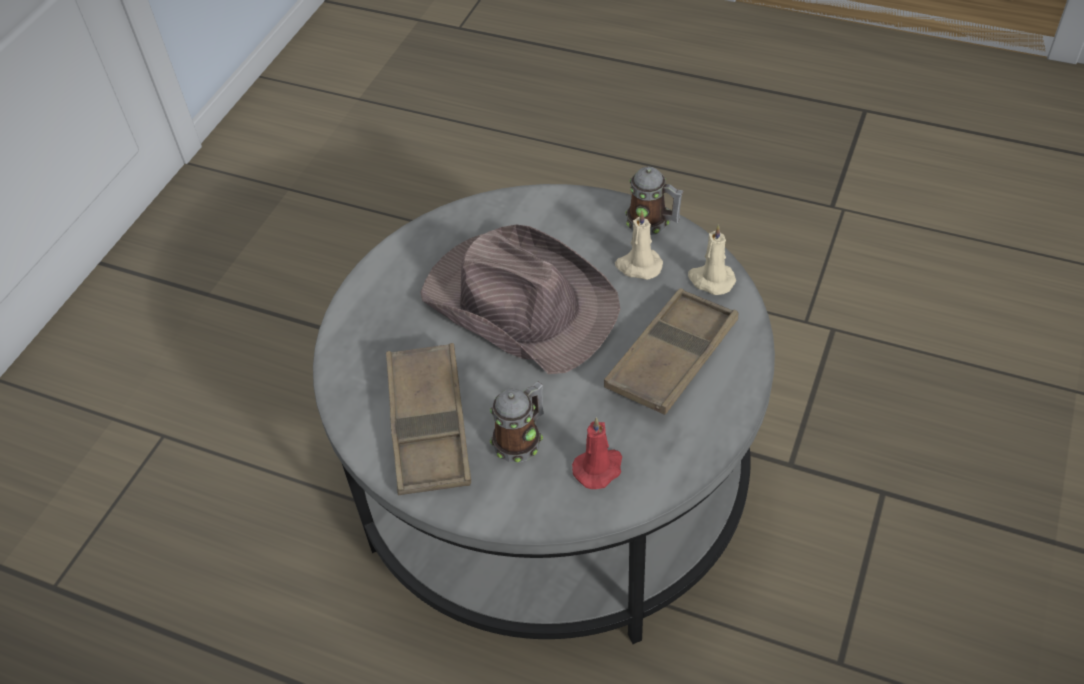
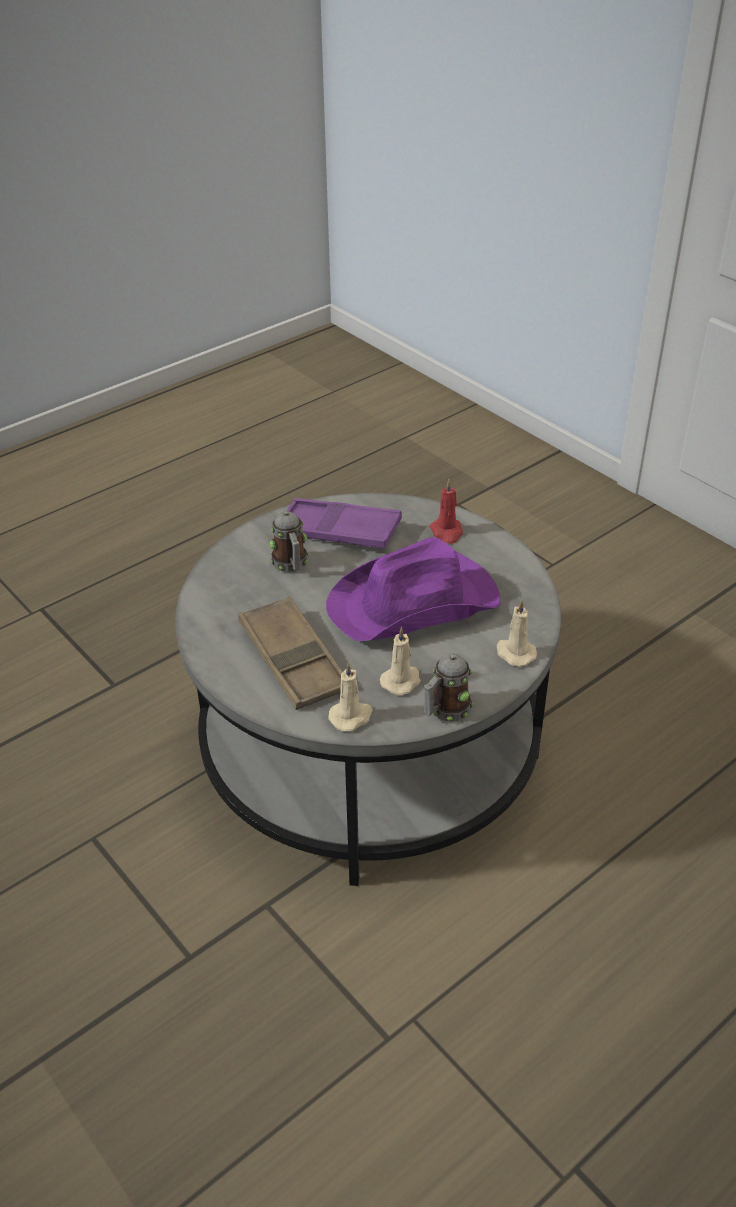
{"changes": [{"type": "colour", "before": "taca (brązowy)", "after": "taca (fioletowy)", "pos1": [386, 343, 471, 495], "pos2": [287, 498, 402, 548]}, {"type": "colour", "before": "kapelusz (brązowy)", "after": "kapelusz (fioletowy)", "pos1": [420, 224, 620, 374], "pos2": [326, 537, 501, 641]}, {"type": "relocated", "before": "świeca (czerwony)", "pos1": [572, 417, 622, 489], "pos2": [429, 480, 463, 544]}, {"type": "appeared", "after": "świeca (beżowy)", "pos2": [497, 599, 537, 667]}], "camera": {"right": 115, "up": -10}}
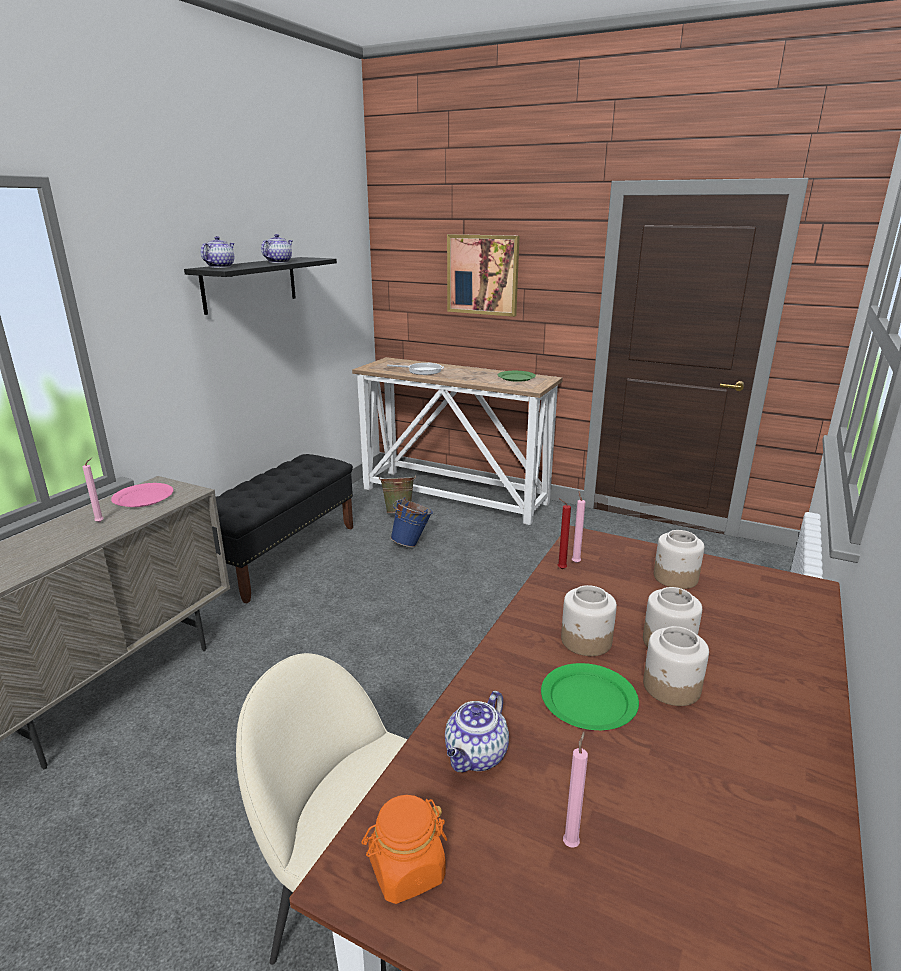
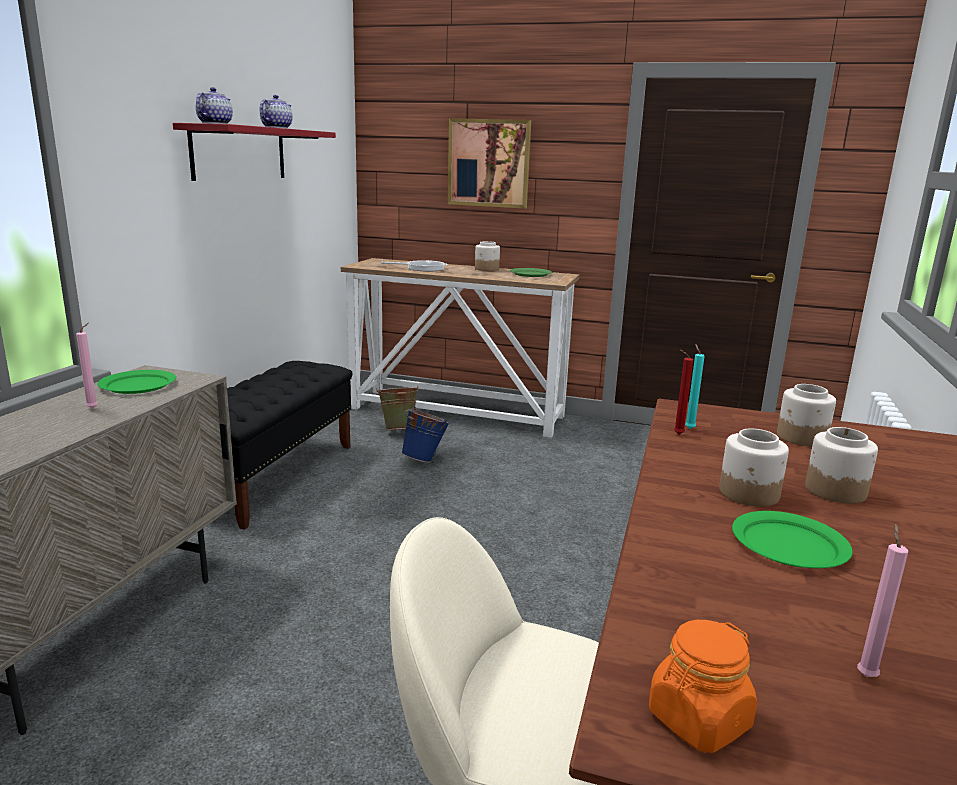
{"changes": [{"type": "colour", "before": "talerz (różowy)", "after": "talerz (zielony)", "pos1": [111, 483, 173, 507], "pos2": [98, 370, 176, 394]}, {"type": "colour", "before": "półka (czarny)", "after": "półka (czerwony)", "pos1": [184, 257, 337, 315], "pos2": [173, 123, 336, 181]}, {"type": "relocated", "before": "słoik", "pos1": [643, 626, 709, 706], "pos2": [475, 241, 500, 271]}, {"type": "colour", "before": "świeca (różowy)", "after": "świeca (turkusowy)", "pos1": [572, 491, 585, 563], "pos2": [685, 344, 705, 429]}, {"type": "missing", "before": "imbryk", "pos1": [445, 691, 509, 772]}], "camera": {"right": -10, "up": -5}}
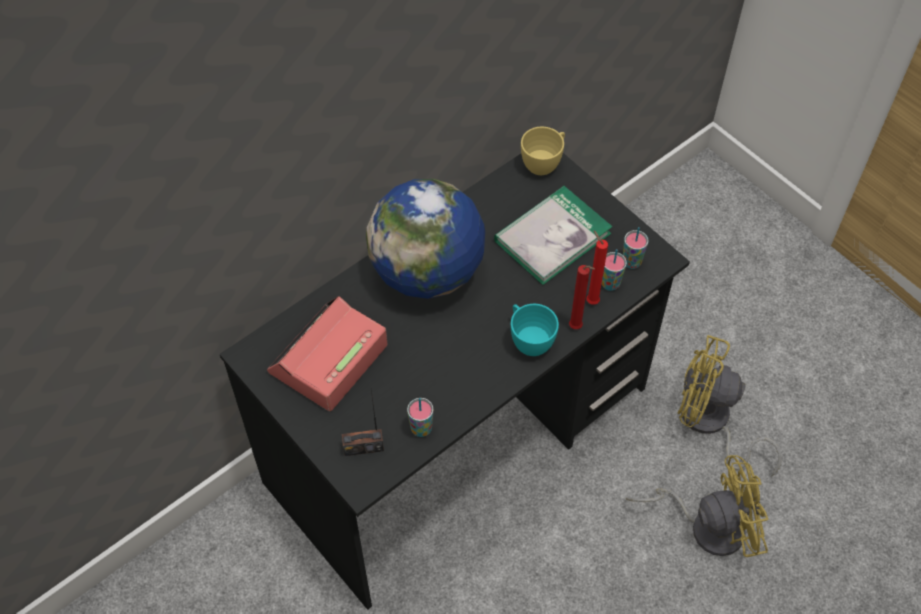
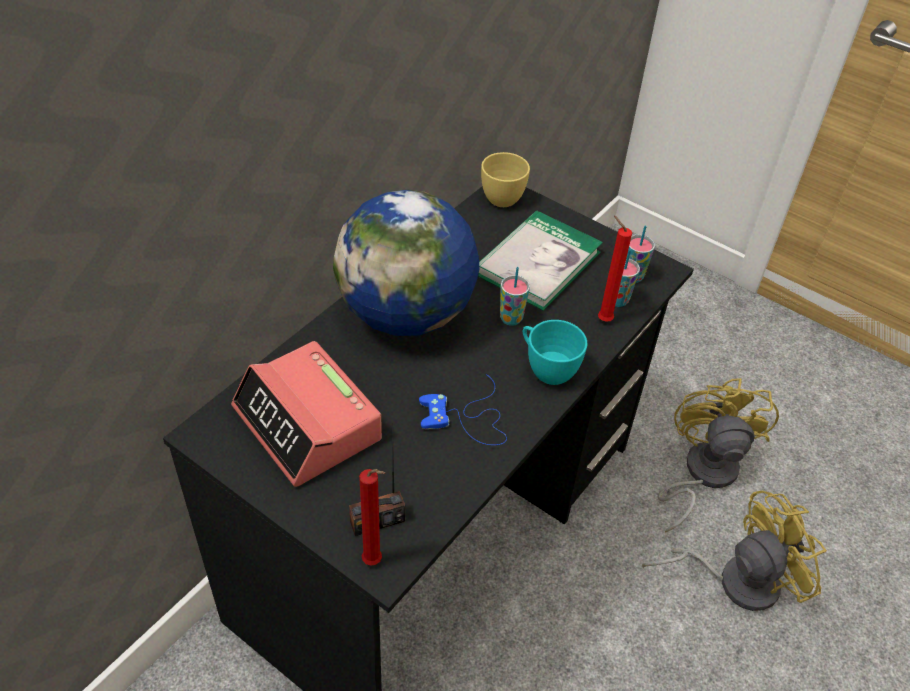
{"changes": [{"type": "spun", "before": "budzik", "pos1": [267, 296, 387, 411], "pos2": [231, 341, 382, 487], "turn": -60}, {"type": "relocated", "before": "świeca (czerwony)", "pos1": [569, 265, 595, 329], "pos2": [359, 469, 385, 566]}, {"type": "appeared", "after": "pad do gier (niebieski)", "pos2": [419, 374, 507, 445]}, {"type": "relocated", "before": "filiżanka", "pos1": [407, 398, 434, 437], "pos2": [500, 267, 530, 326]}, {"type": "spun", "before": "wentylator (żółty)", "pos1": [678, 335, 782, 476], "pos2": [658, 378, 779, 533], "turn": 90}], "camera": {"right": -15, "up": -10}}
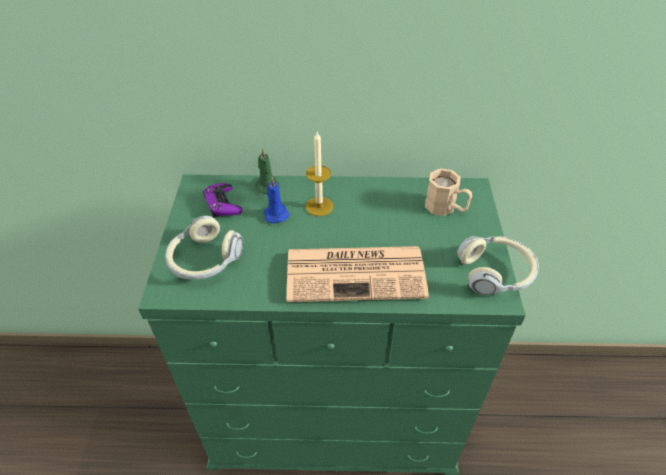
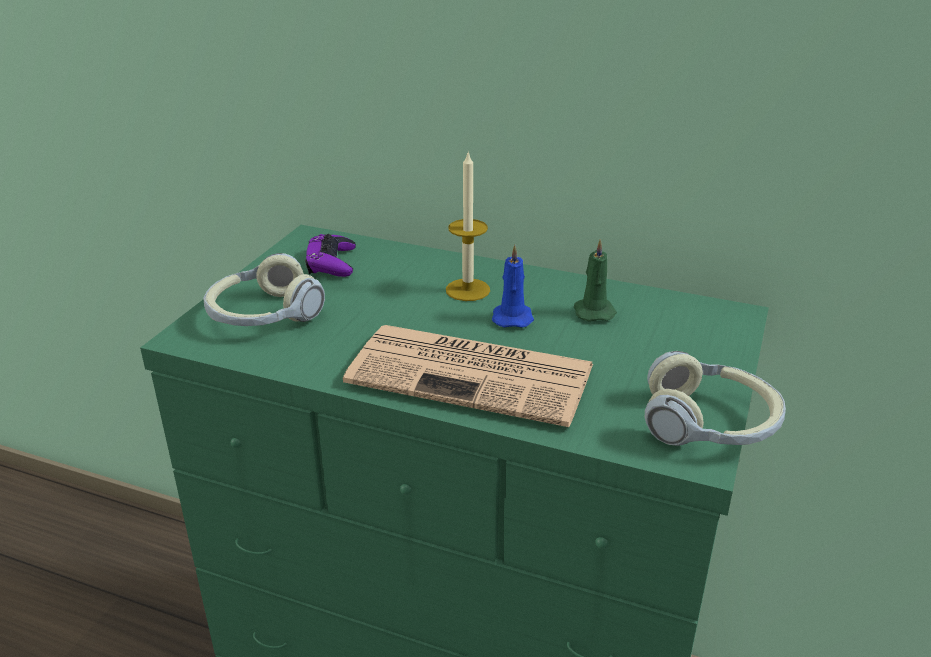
{"changes": [{"type": "relocated", "before": "świeca (niebieski)", "pos1": [264, 177, 290, 224], "pos2": [492, 245, 534, 328]}, {"type": "relocated", "before": "świeca (zielony)", "pos1": [255, 149, 280, 194], "pos2": [574, 239, 617, 322]}, {"type": "missing", "before": "kubek (beżowy)", "pos1": [425, 168, 472, 216]}], "camera": {"right": 20, "up": -15}}
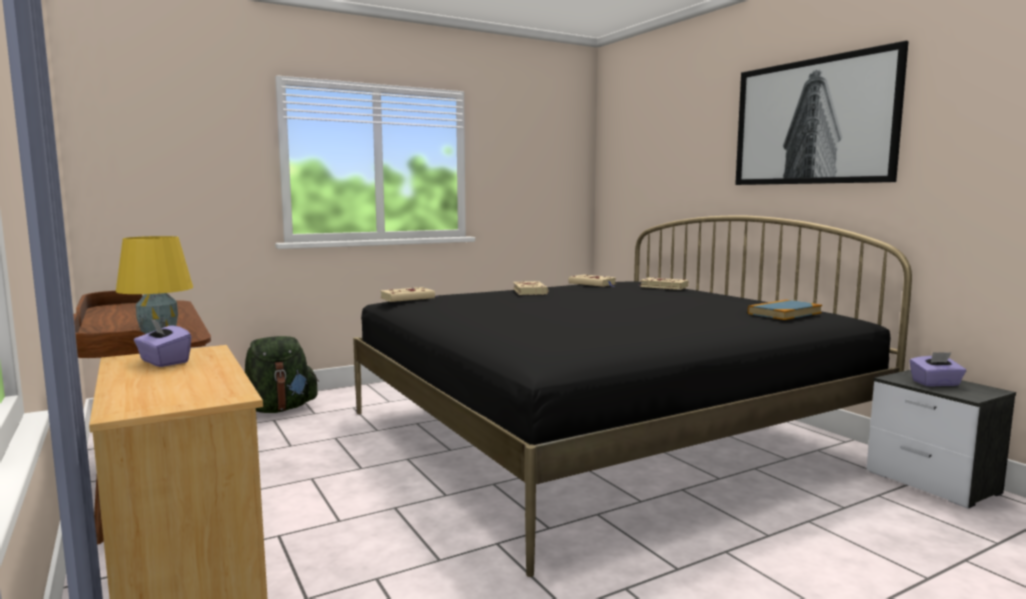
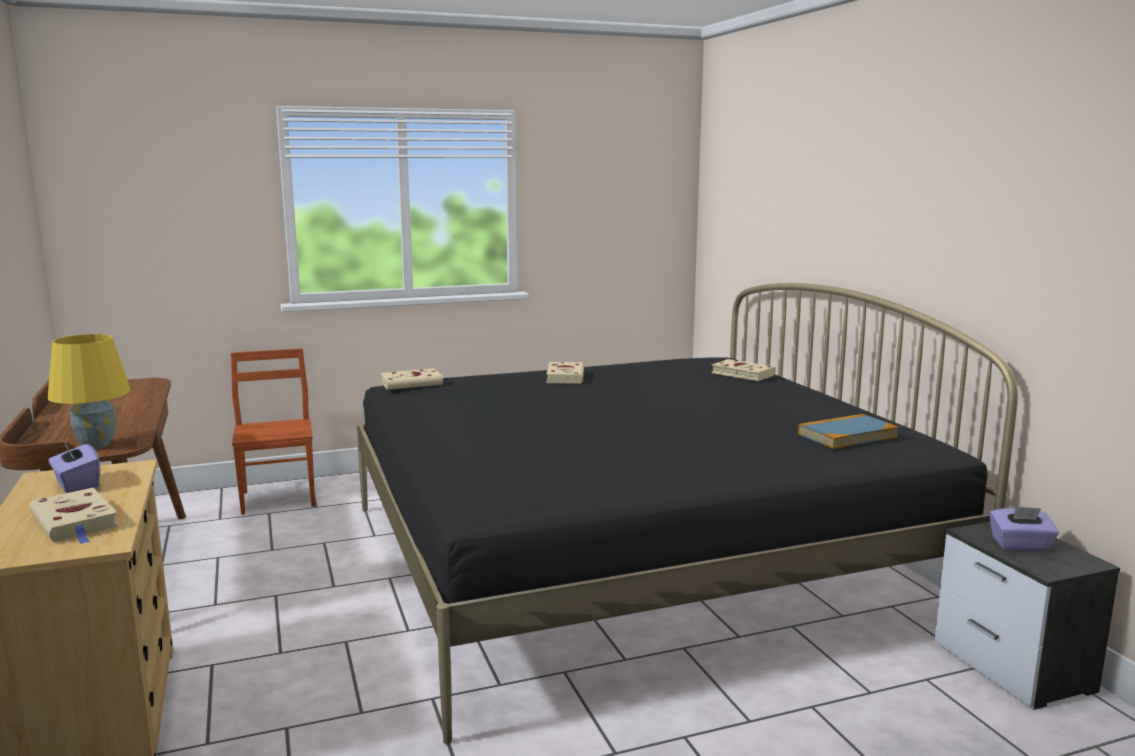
{"changes": [{"type": "relocated", "before": "książka (beżowy)", "pos1": [569, 275, 617, 287], "pos2": [30, 488, 119, 544]}, {"type": "exchanged", "before": "plecak (zielony)", "after": "krzesło (brązowy)", "pos1": [245, 336, 319, 413], "pos2": [231, 348, 315, 515]}, {"type": "missing", "before": "obraz", "pos1": [735, 41, 909, 185]}], "camera": {"right": 10, "up": 5}}
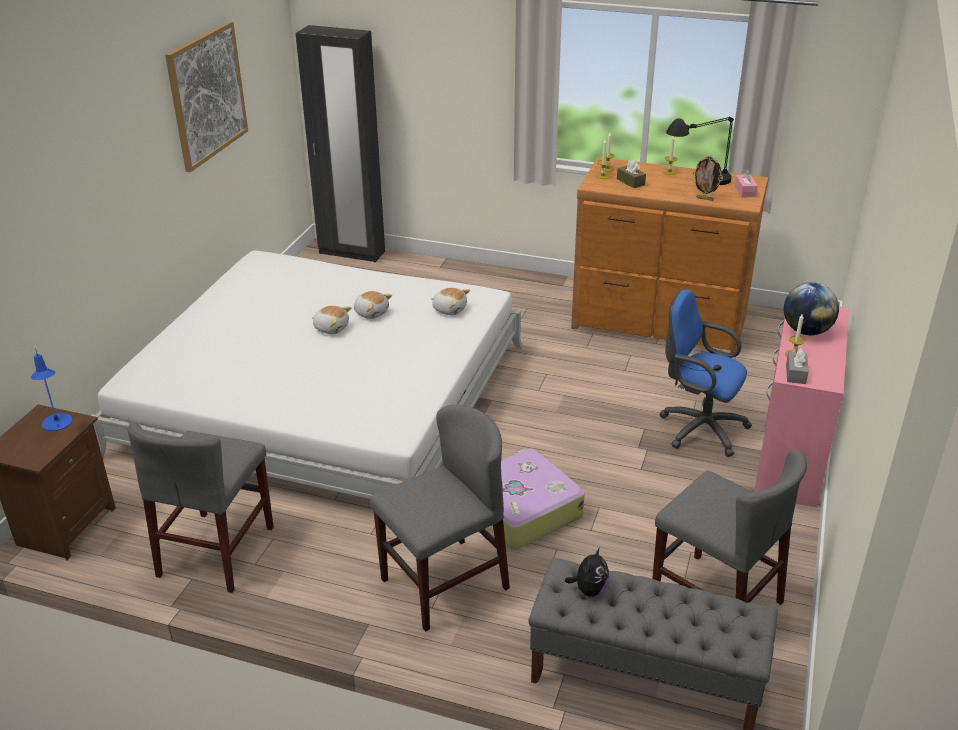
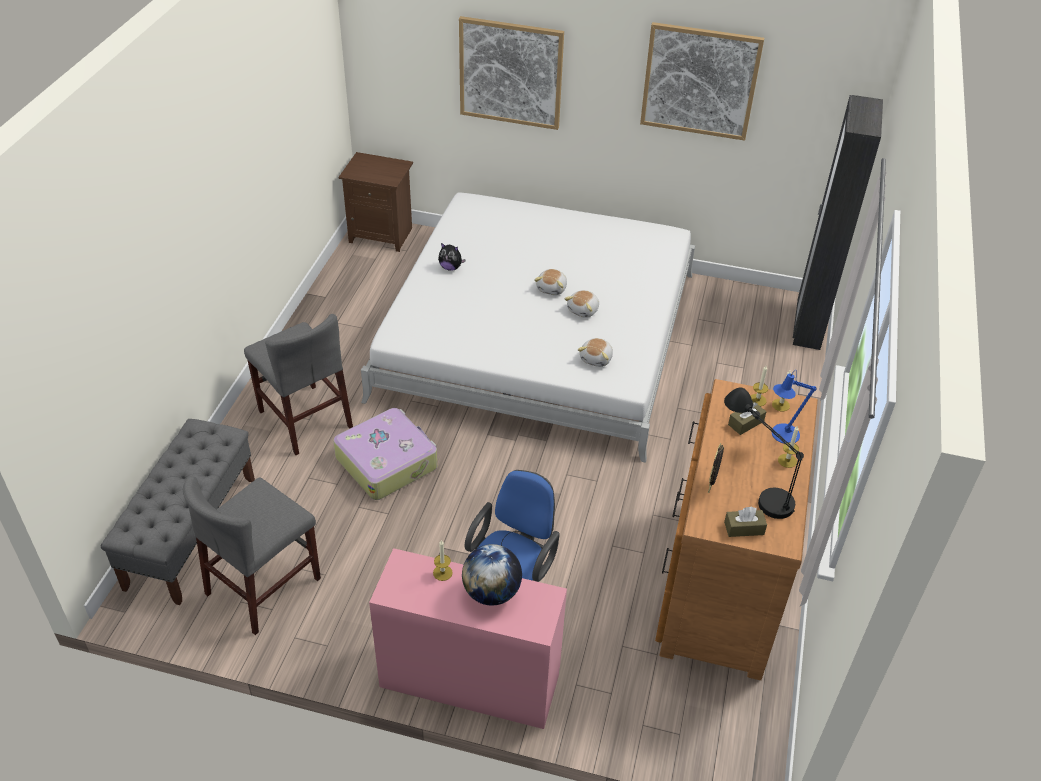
{"changes": [{"type": "relocated", "before": "pluszak", "pos1": [565, 547, 609, 597], "pos2": [438, 243, 466, 271]}, {"type": "appeared", "after": "obraz", "pos2": [459, 16, 564, 130]}, {"type": "colour", "before": "pudełko chusteczek (różowy)", "after": "pudełko chusteczek (brązowy)", "pos1": [735, 169, 758, 197], "pos2": [724, 507, 767, 537]}, {"type": "relocated", "before": "lampa stołowa (niebieski)", "pos1": [31, 349, 72, 431], "pos2": [772, 370, 817, 444]}, {"type": "missing", "before": "krzesło (szary)", "pos1": [128, 422, 274, 593]}, {"type": "missing", "before": "pudełko chusteczek (szary)", "pos1": [786, 348, 809, 384]}], "camera": {"right": 85, "up": 10}}
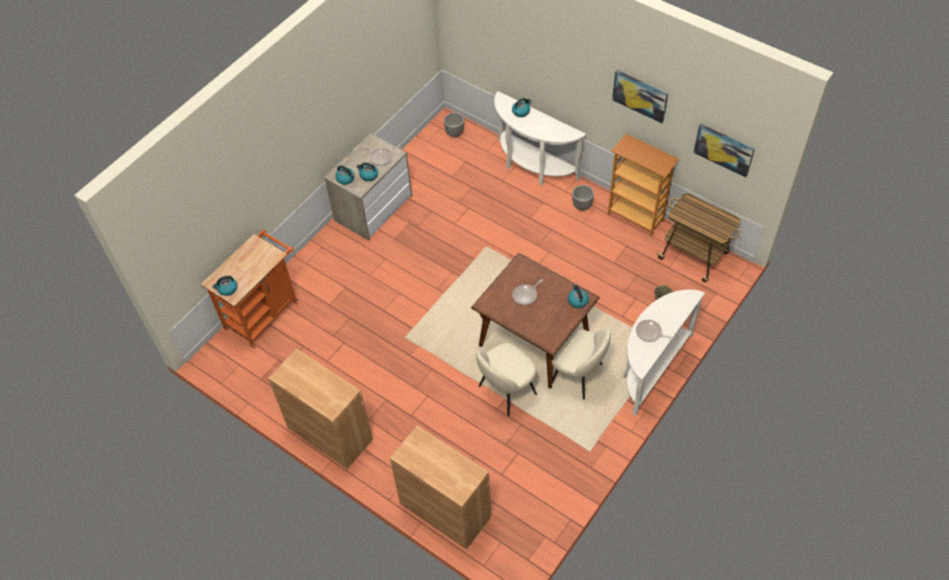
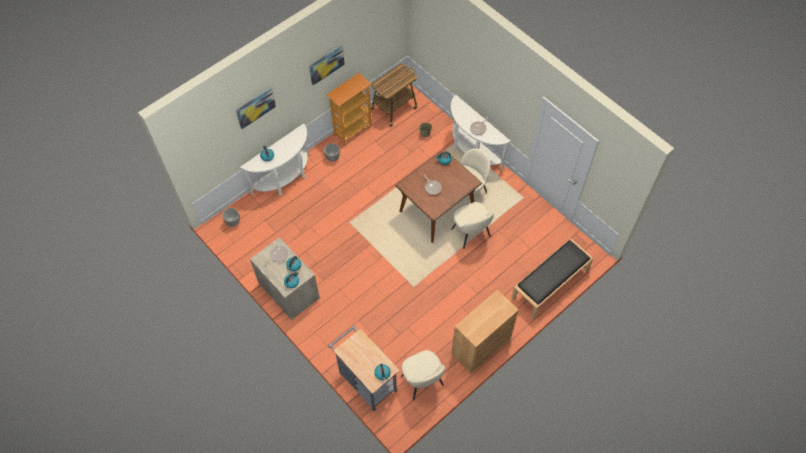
{"changes": [{"type": "relocated", "before": "obraz", "pos1": [693, 124, 755, 178], "pos2": [236, 88, 276, 129]}, {"type": "colour", "before": "wózek (pomarańczowy)", "after": "wózek (szary)", "pos1": [201, 230, 298, 348], "pos2": [328, 325, 400, 411]}, {"type": "appeared", "after": "krzesło (beżowy)", "pos2": [401, 350, 445, 400]}, {"type": "exchanged", "before": "szafka (brązowy)", "after": "ławka (czarny)", "pos1": [390, 425, 491, 549], "pos2": [511, 238, 593, 319]}], "camera": {"right": -80, "up": 5}}
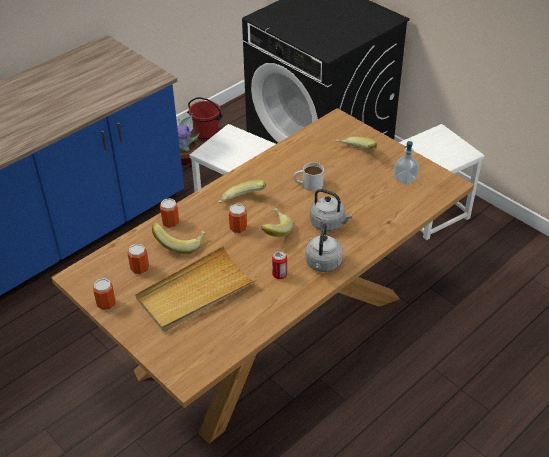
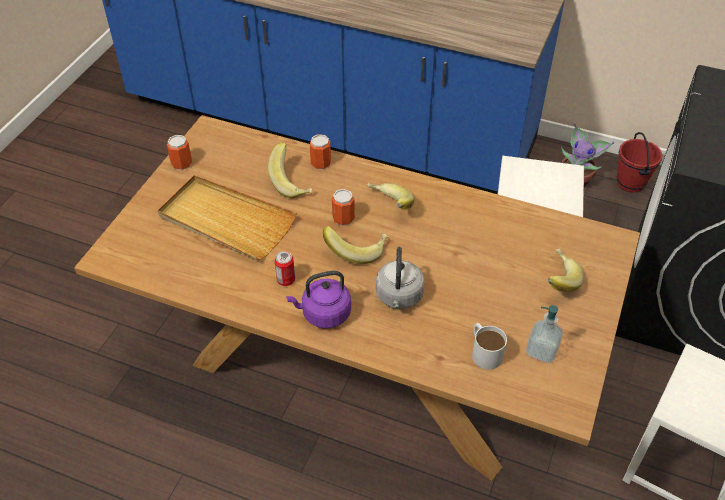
{"changes": [{"type": "colour", "before": "czajnik (szary)", "after": "czajnik (fioletowy)", "pos1": [305, 223, 343, 272], "pos2": [286, 271, 351, 329]}, {"type": "relocated", "before": "kubek (biały)", "pos1": [294, 162, 324, 191], "pos2": [472, 323, 507, 369]}, {"type": "missing", "before": "puszka", "pos1": [127, 244, 149, 275]}], "camera": {"right": 65, "up": 5}}
